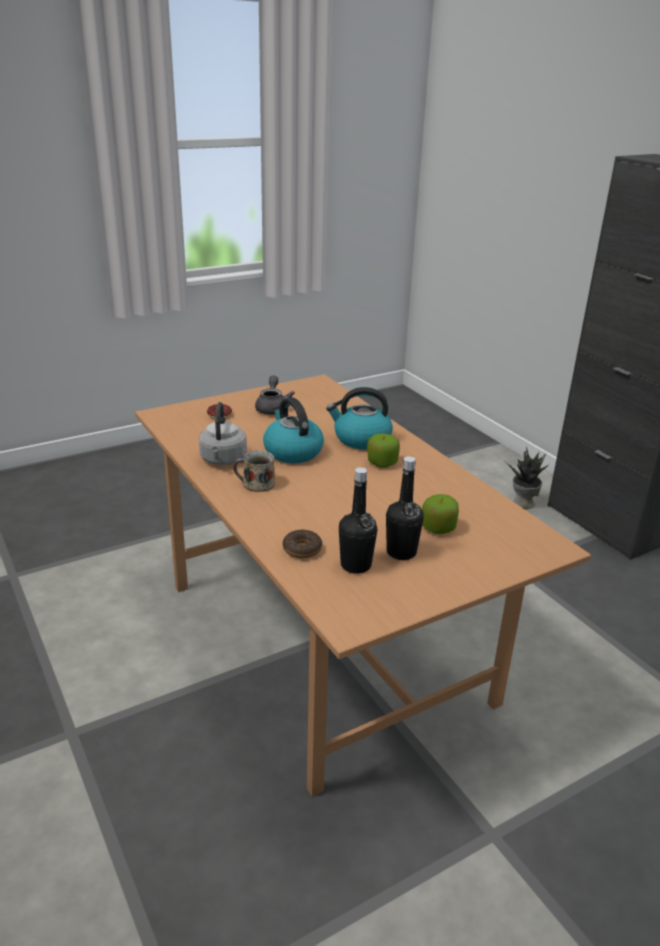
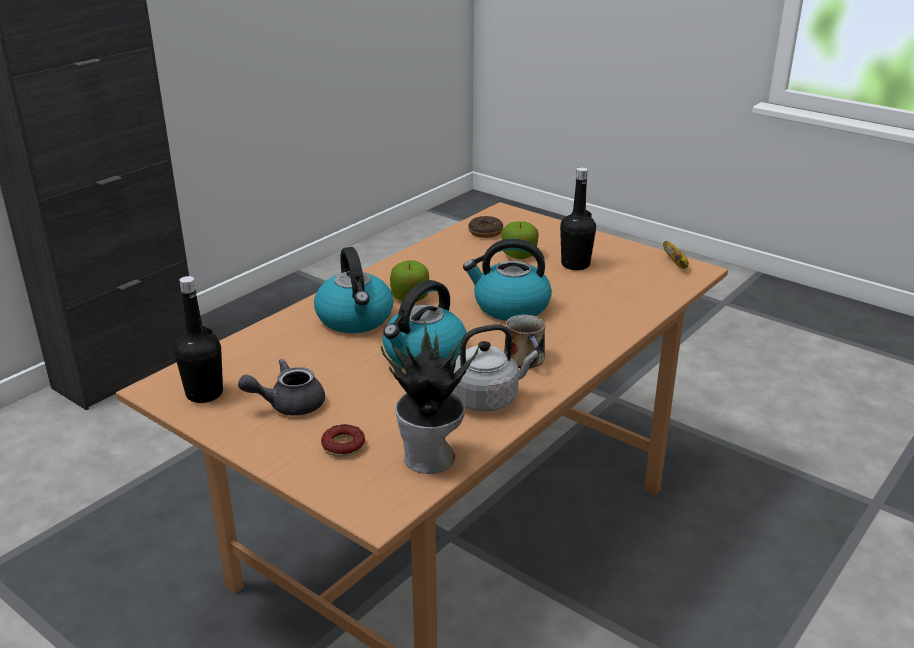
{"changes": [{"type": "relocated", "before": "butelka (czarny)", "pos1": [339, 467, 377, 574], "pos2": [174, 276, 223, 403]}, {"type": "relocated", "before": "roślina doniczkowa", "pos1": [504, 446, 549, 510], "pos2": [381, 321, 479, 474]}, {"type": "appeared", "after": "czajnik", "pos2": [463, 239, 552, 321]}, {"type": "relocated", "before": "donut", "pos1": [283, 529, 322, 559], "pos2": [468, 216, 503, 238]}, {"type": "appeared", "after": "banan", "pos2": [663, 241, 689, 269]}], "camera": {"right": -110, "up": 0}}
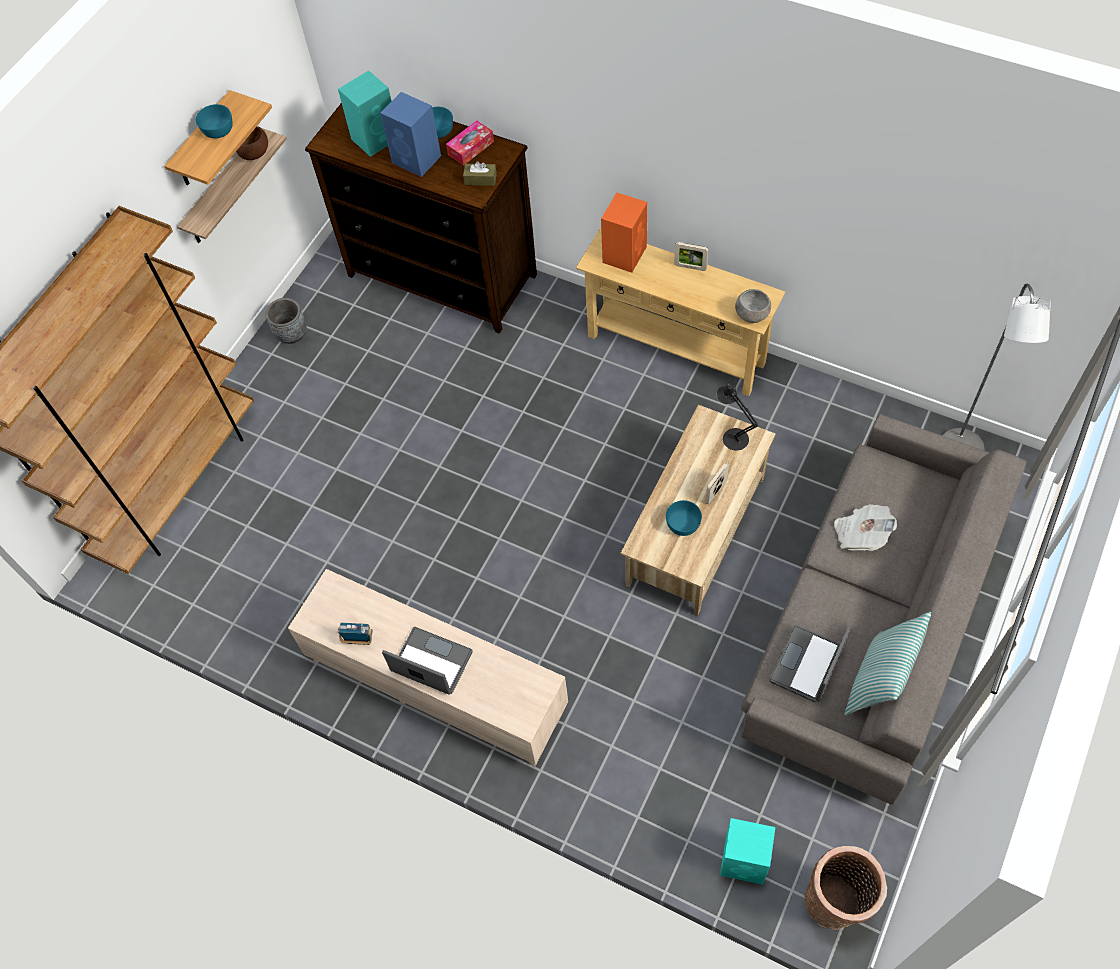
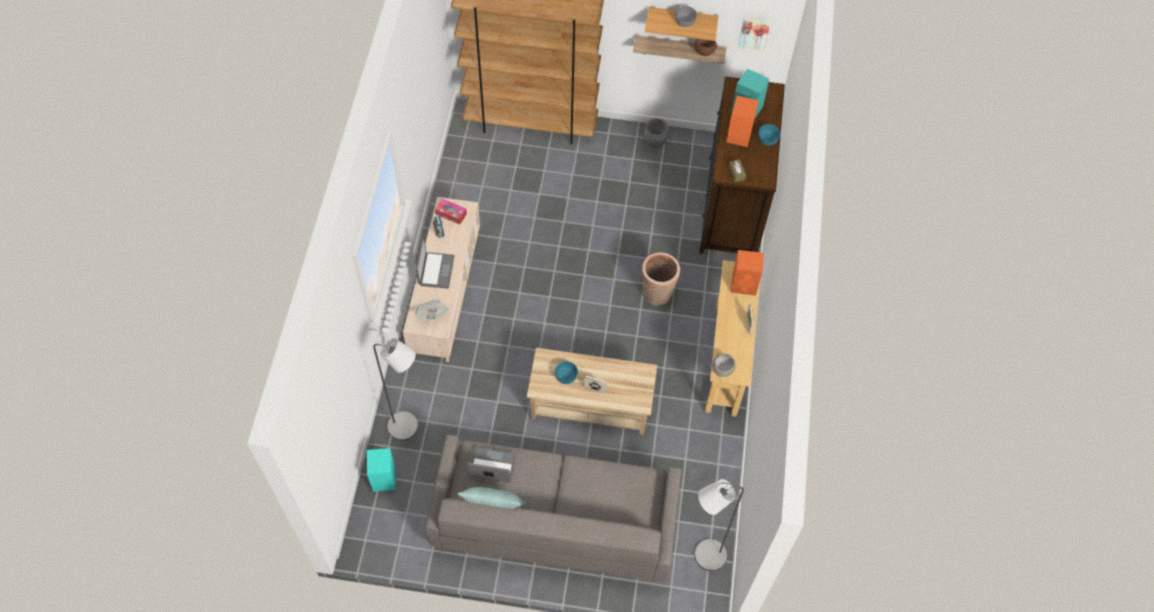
{"changes": [{"type": "appeared", "after": "lampa stojąca (szary)", "pos2": [373, 338, 418, 441]}, {"type": "relocated", "before": "gazeta", "pos1": [834, 504, 897, 551], "pos2": [414, 299, 448, 320]}, {"type": "relocated", "before": "pudełko chusteczek", "pos1": [446, 120, 494, 166], "pos2": [435, 199, 467, 224]}, {"type": "relocated", "before": "koszyk", "pos1": [805, 846, 887, 930], "pos2": [642, 252, 680, 305]}, {"type": "colour", "before": "miska (turkusowy)", "after": "miska (szary)", "pos1": [196, 104, 233, 138], "pos2": [675, 6, 697, 27]}, {"type": "colour", "before": "głośnik (niebieski)", "after": "głośnik (pomarańczowy)", "pos1": [380, 92, 441, 177], "pos2": [726, 96, 759, 147]}, {"type": "appeared", "after": "obraz", "pos2": [738, 17, 771, 51]}, {"type": "missing", "before": "lampa stołowa (czarny)", "pos1": [717, 383, 758, 451]}], "camera": {"right": 65, "up": 0}}
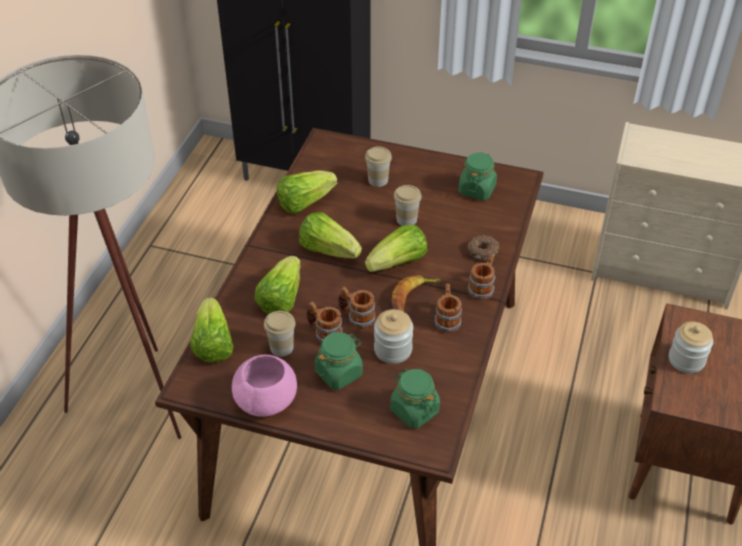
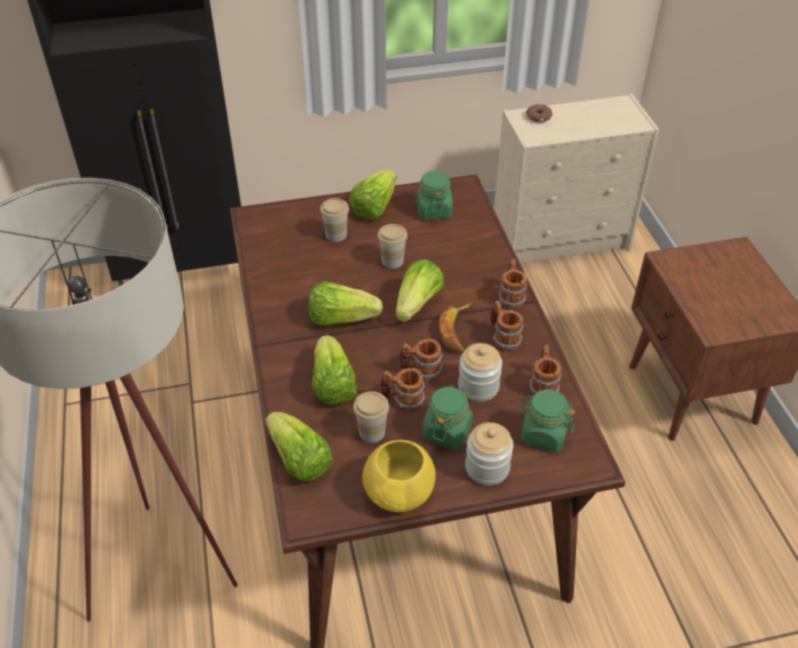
{"changes": [{"type": "relocated", "before": "sałata", "pos1": [277, 170, 337, 214], "pos2": [349, 170, 397, 220]}, {"type": "colour", "before": "miska (różowy)", "after": "miska (żółty)", "pos1": [232, 355, 297, 417], "pos2": [362, 440, 436, 512]}, {"type": "relocated", "before": "słoik", "pos1": [669, 322, 713, 373], "pos2": [465, 422, 513, 486]}, {"type": "relocated", "before": "donut", "pos1": [468, 235, 500, 260], "pos2": [526, 104, 552, 123]}, {"type": "appeared", "after": "kubek", "pos2": [529, 345, 561, 396]}], "camera": {"right": -30, "up": 0}}
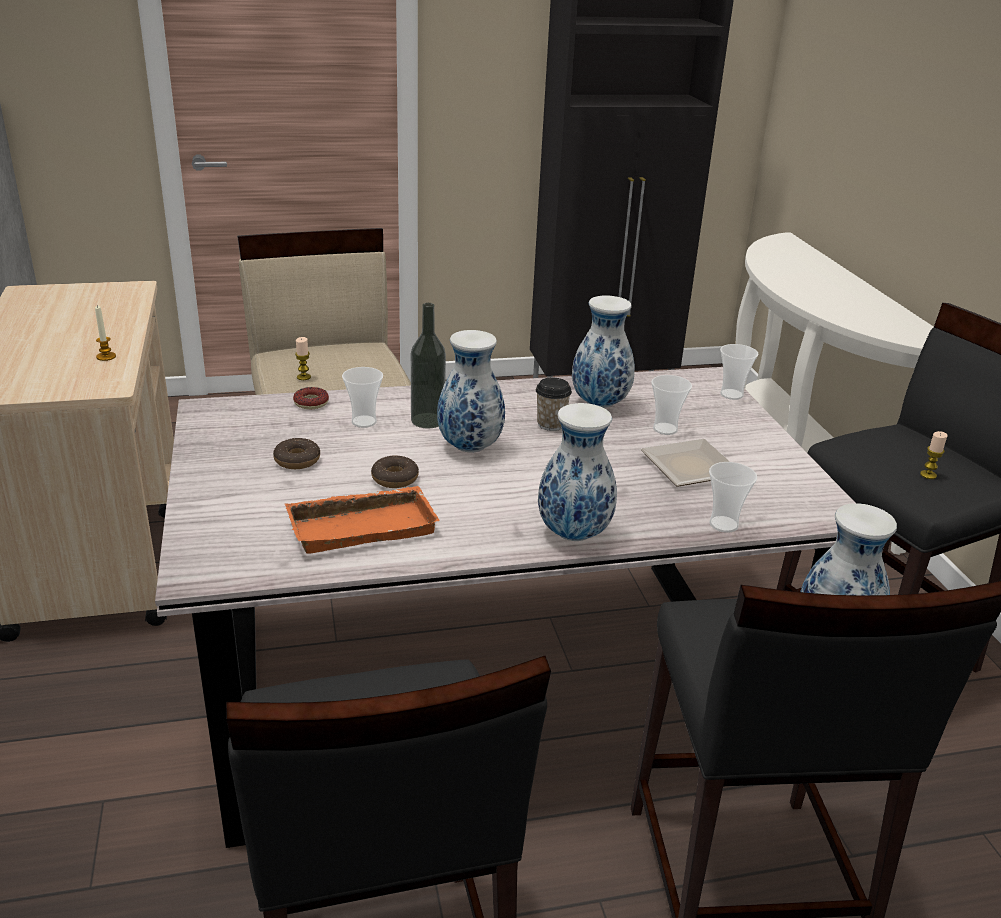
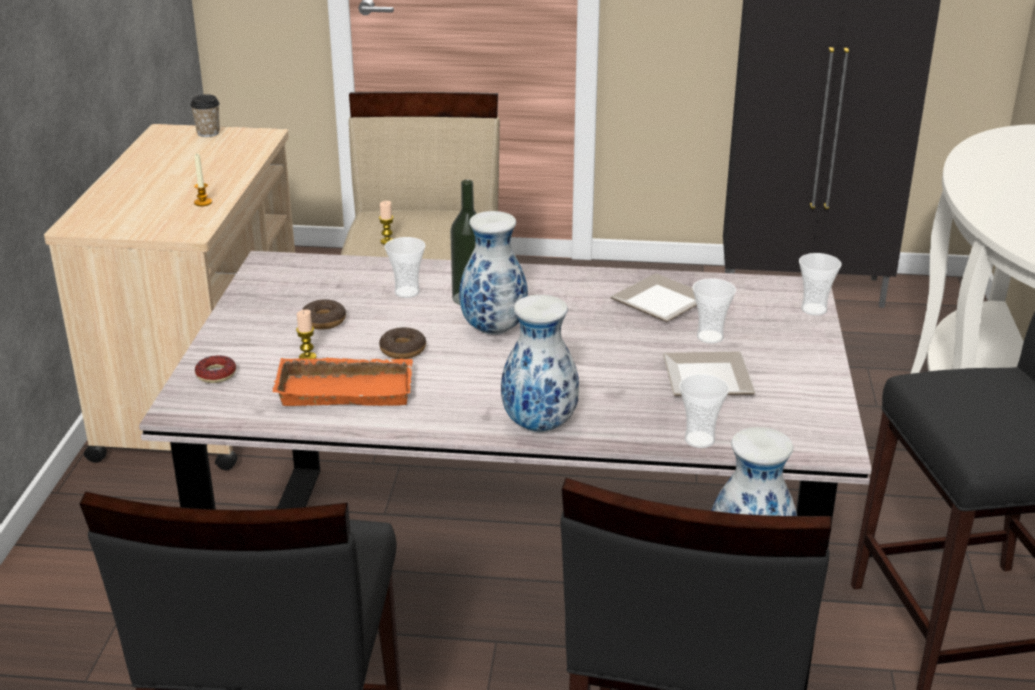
{"changes": [{"type": "relocated", "before": "filiżanka", "pos1": [536, 377, 572, 431], "pos2": [190, 95, 220, 137]}, {"type": "relocated", "before": "donut", "pos1": [293, 387, 329, 409], "pos2": [195, 355, 236, 383]}, {"type": "relocated", "before": "świeca", "pos1": [920, 431, 947, 479], "pos2": [296, 309, 316, 359]}, {"type": "exchanged", "before": "wazon", "after": "talerz", "pos1": [572, 295, 635, 408], "pos2": [610, 273, 697, 322]}], "camera": {"right": 20, "up": 0}}
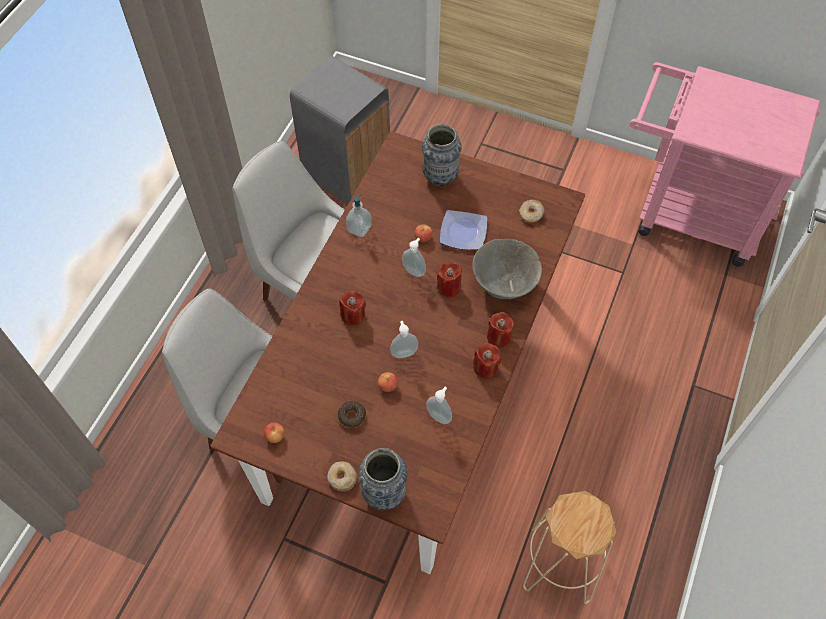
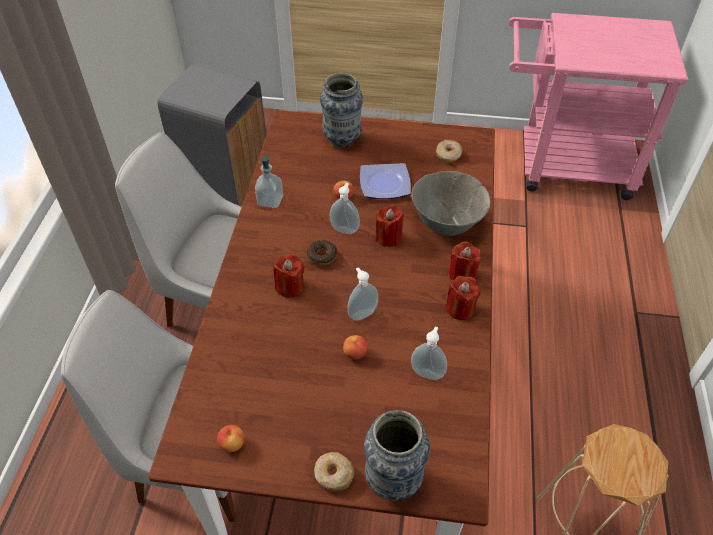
{"changes": [{"type": "relocated", "before": "donut", "pos1": [338, 401, 366, 428], "pos2": [307, 240, 337, 266]}], "camera": {"right": -15, "up": -10}}
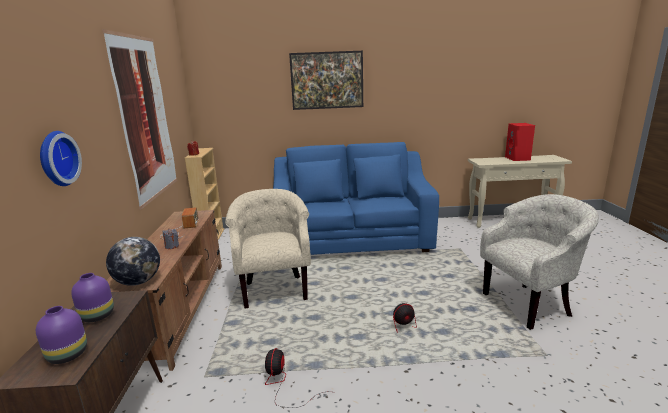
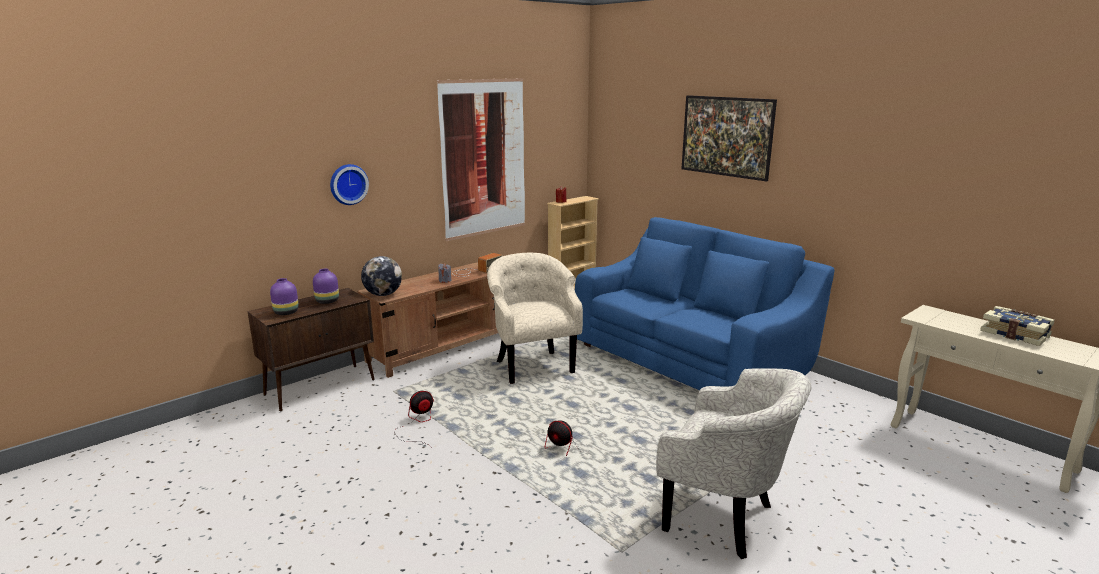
{"changes": [{"type": "spun", "before": "fotel (beżowy)", "pos1": [225, 189, 311, 308], "pos2": [487, 253, 583, 384], "turn": -60}, {"type": "exchanged", "before": "głośnik (czerwony)", "after": "książka", "pos1": [505, 123, 535, 161], "pos2": [980, 306, 1055, 346]}], "camera": {"right": 50, "up": 0}}
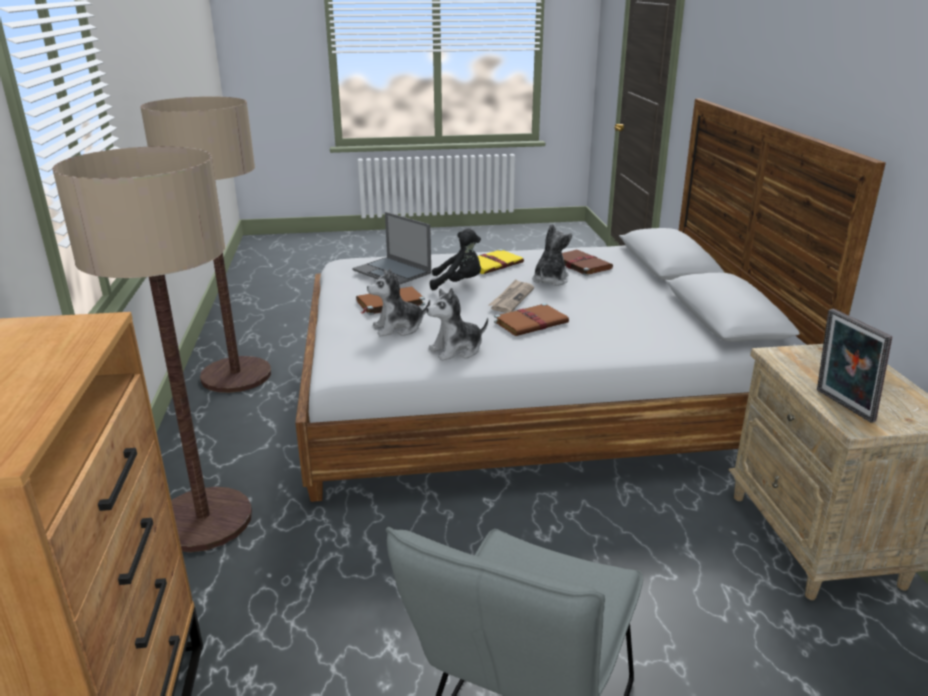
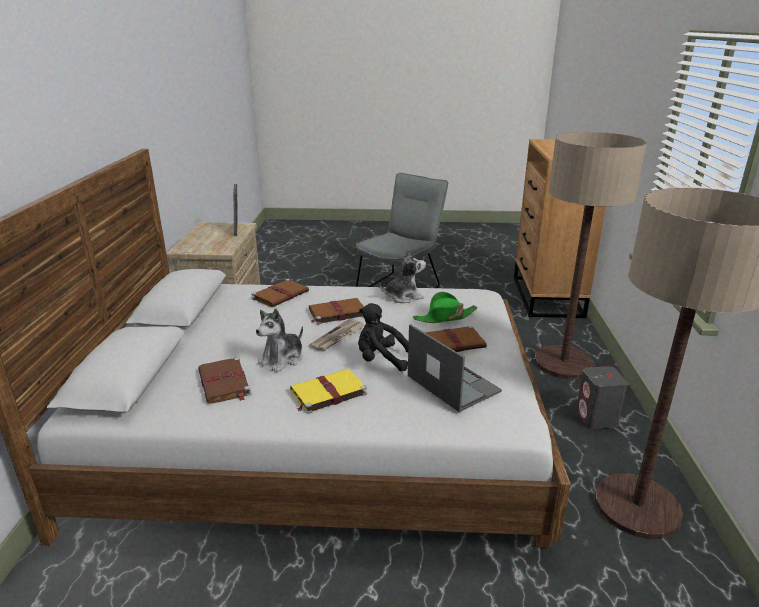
{"changes": [{"type": "appeared", "after": "książka (brązowy)", "pos2": [252, 279, 309, 307]}, {"type": "exchanged", "before": "pluszak", "after": "kapelusz (zielony)", "pos1": [367, 269, 430, 336], "pos2": [413, 292, 477, 323]}, {"type": "appeared", "after": "głośnik (szary)", "pos2": [576, 366, 628, 429]}], "camera": {"right": -170, "up": 0}}
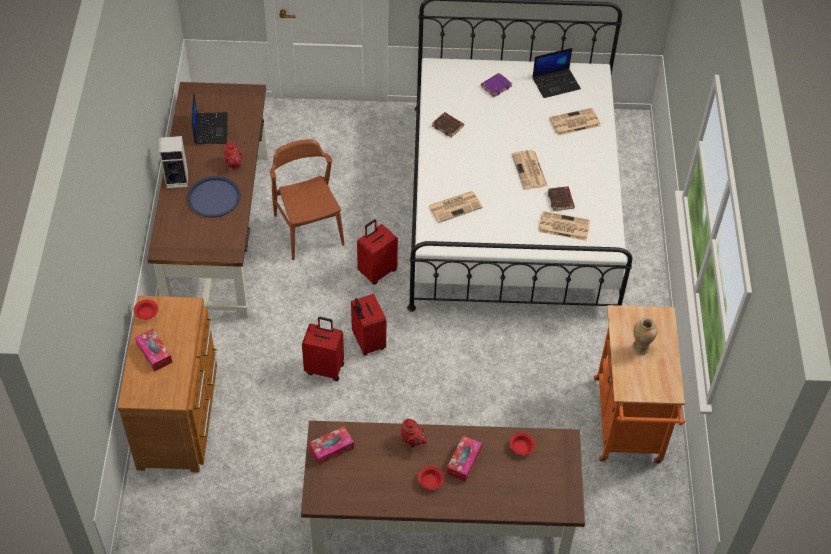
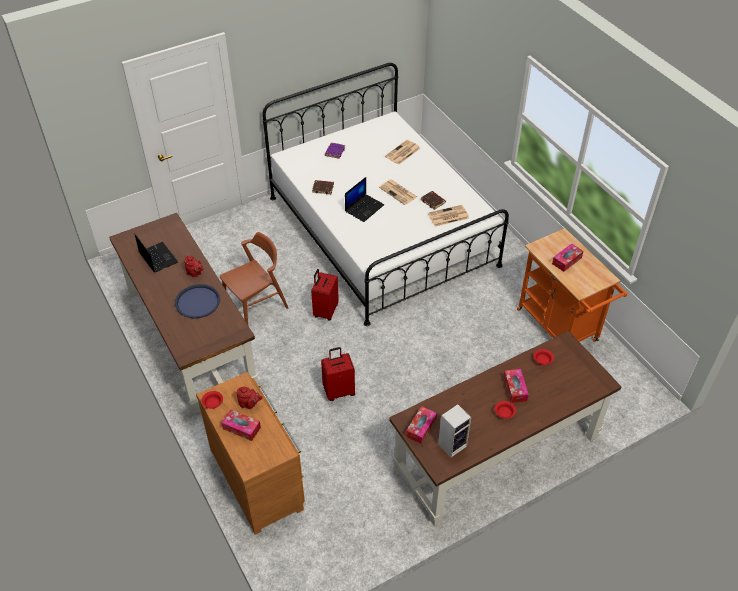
{"changes": [{"type": "spun", "before": "krzesło (brązowy)", "pos1": [270, 139, 345, 260], "pos2": [220, 232, 288, 325], "turn": 105}, {"type": "relocated", "before": "imbryk (czerwony)", "pos1": [401, 419, 427, 448], "pos2": [237, 387, 262, 409]}, {"type": "relocated", "before": "laptop", "pos1": [533, 48, 581, 98], "pos2": [345, 177, 384, 222]}, {"type": "relocated", "before": "głośnik", "pos1": [159, 136, 188, 189], "pos2": [438, 404, 471, 458]}, {"type": "exchanged", "before": "wazon", "after": "pudełko chusteczek", "pos1": [632, 318, 658, 355], "pos2": [552, 243, 583, 272]}, {"type": "missing", "before": "walizka (czerwony)", "pos1": [351, 294, 386, 355]}, {"type": "missing", "before": "gazeta", "pos1": [428, 191, 483, 223]}], "camera": {"right": -30, "up": -5}}
